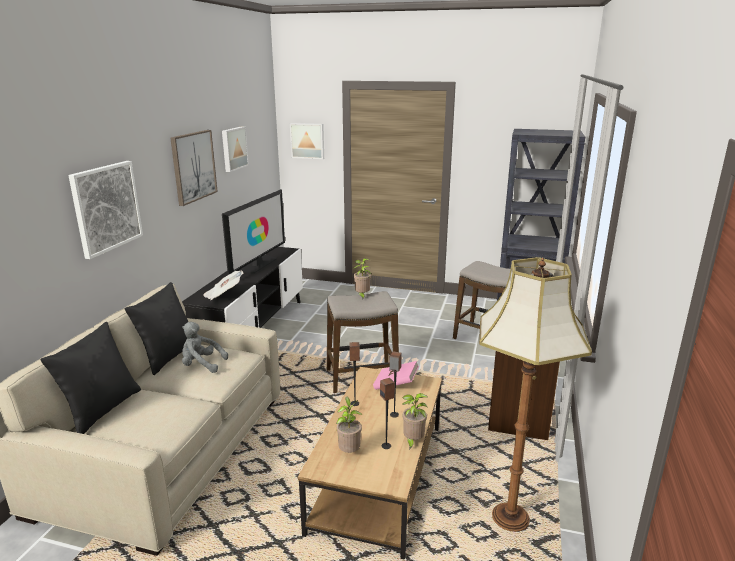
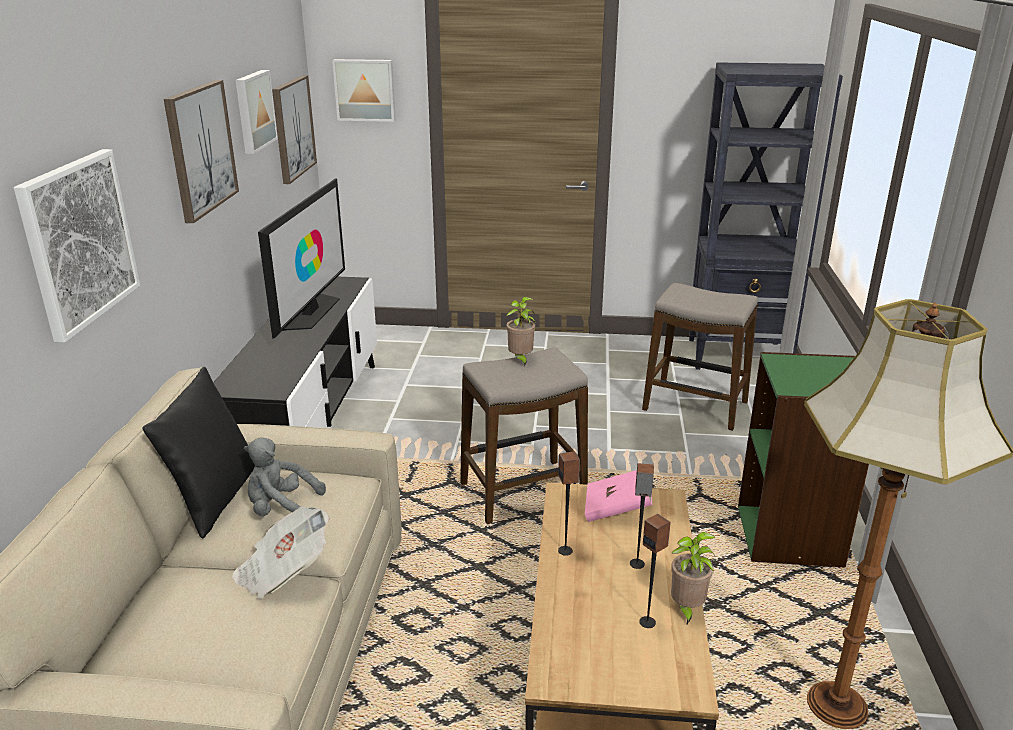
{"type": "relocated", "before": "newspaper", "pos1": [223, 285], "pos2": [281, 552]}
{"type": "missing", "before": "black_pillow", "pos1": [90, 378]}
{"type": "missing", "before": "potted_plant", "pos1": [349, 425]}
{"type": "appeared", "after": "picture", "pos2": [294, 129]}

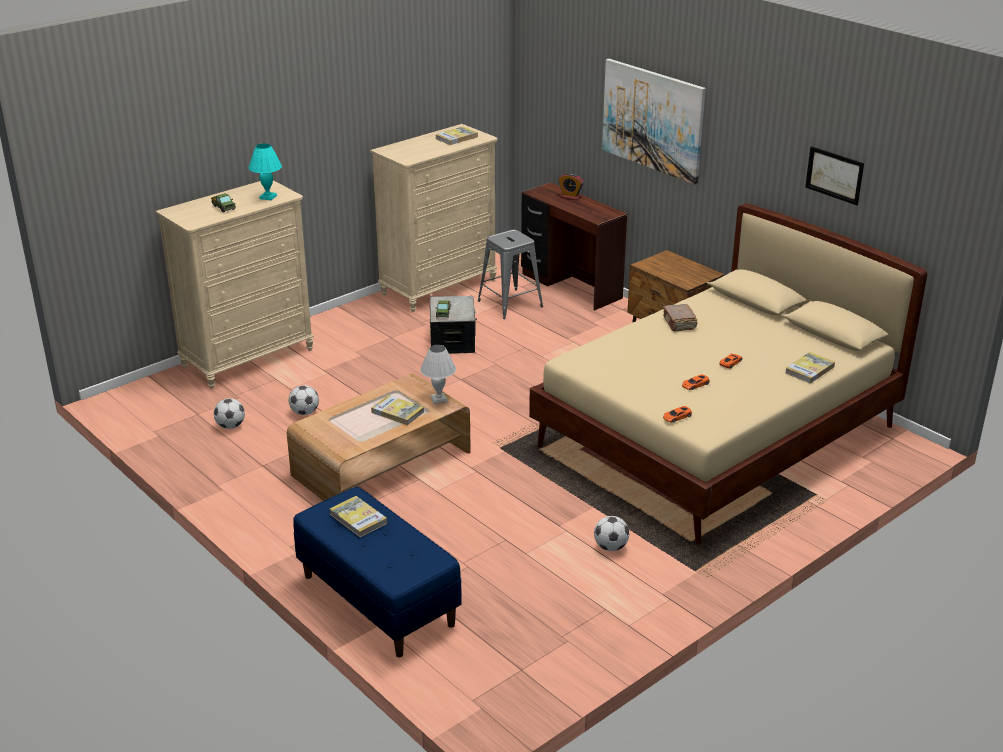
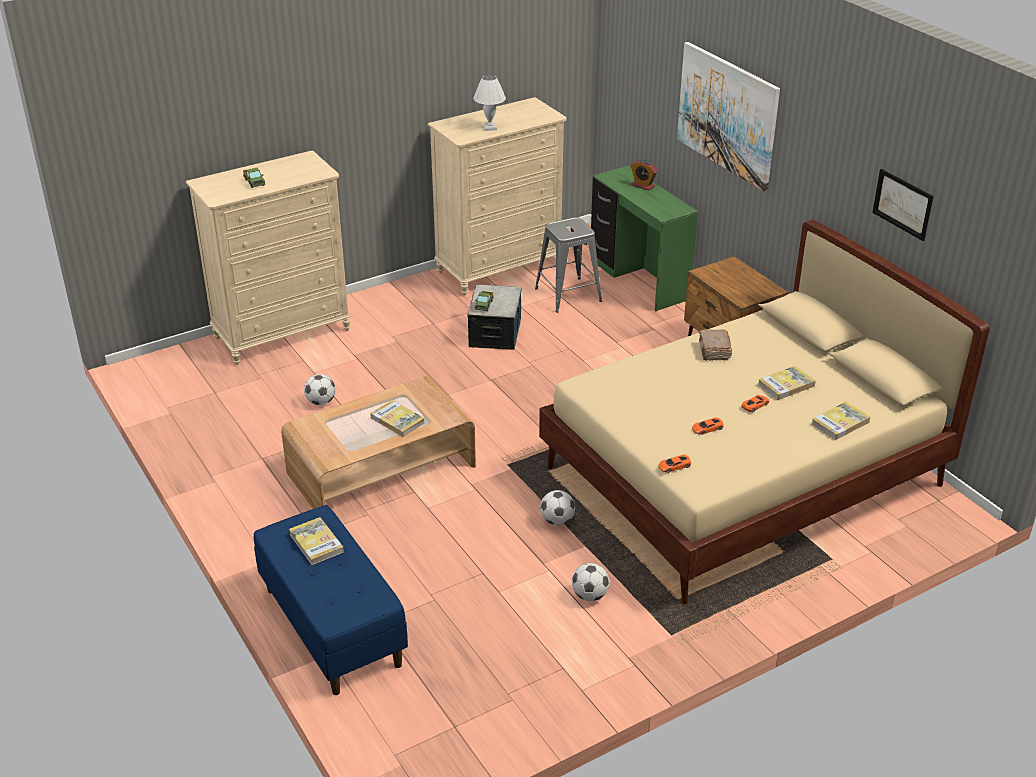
{"type": "relocated", "before": "book", "pos1": [456, 135], "pos2": [787, 383]}
{"type": "missing", "before": "turquoise_table_lamp", "pos1": [265, 172]}
{"type": "colour", "before": "brown_desk", "after": "green_desk", "pos1": [574, 246], "pos2": [644, 238]}
{"type": "relocated", "before": "white_table_lamp", "pos1": [438, 374], "pos2": [489, 103]}
{"type": "relocated", "before": "football", "pos1": [229, 413], "pos2": [557, 507]}

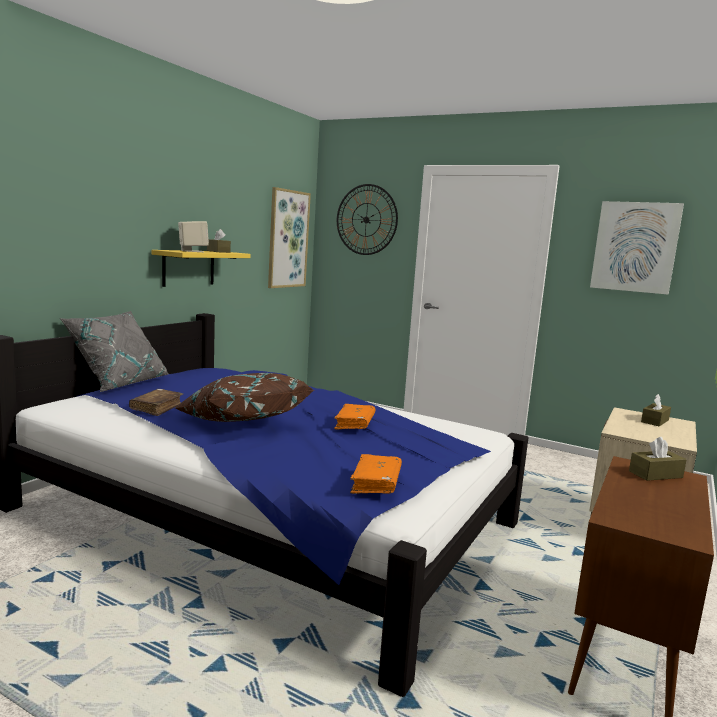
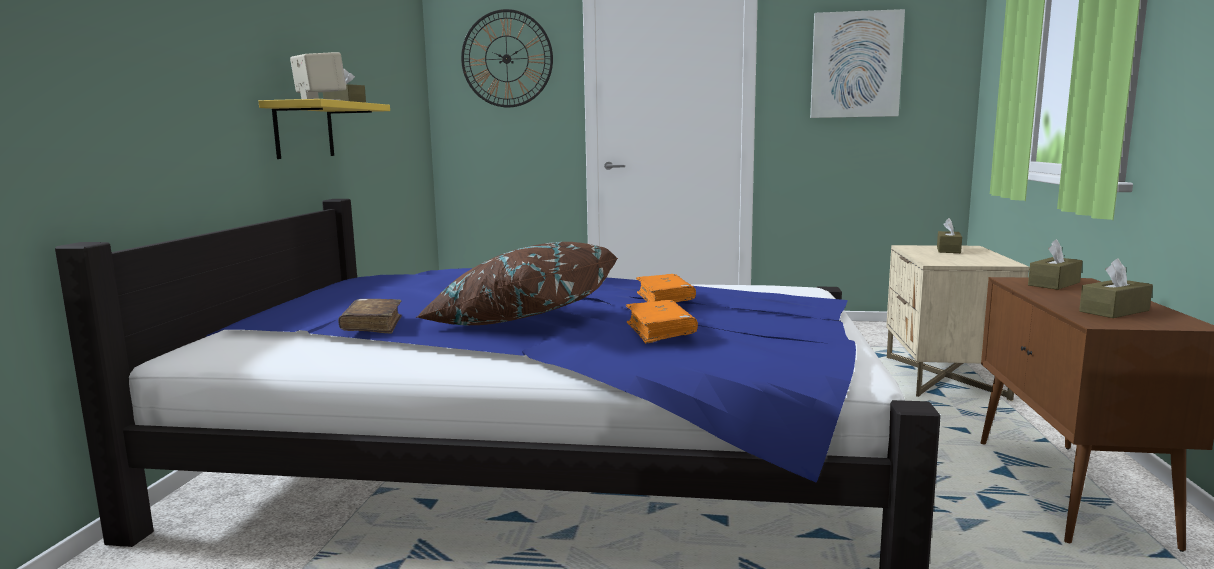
{"type": "missing", "before": "picture", "pos1": [289, 237]}
{"type": "missing", "before": "grey_pillow", "pos1": [114, 351]}
{"type": "relocated", "before": "orange_book", "pos1": [376, 474], "pos2": [662, 321]}
{"type": "appeared", "after": "brown_tissue_box", "pos2": [1116, 288]}

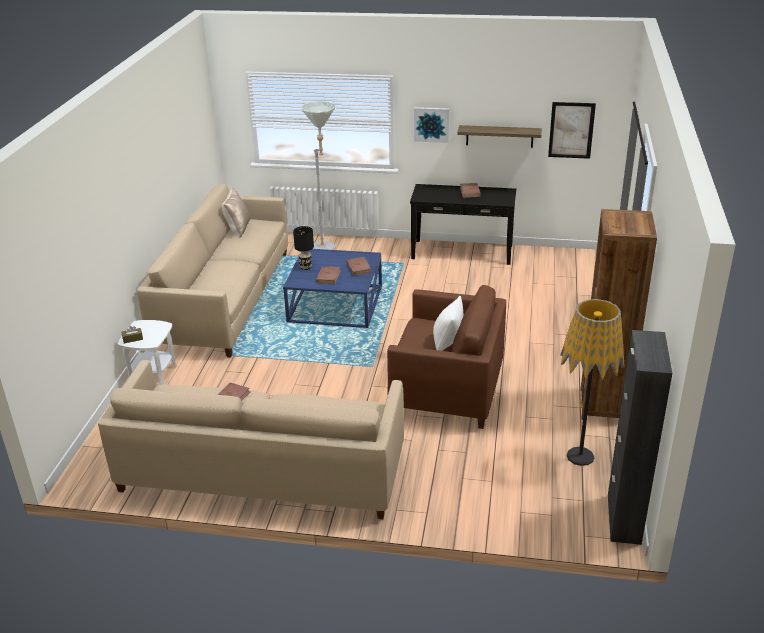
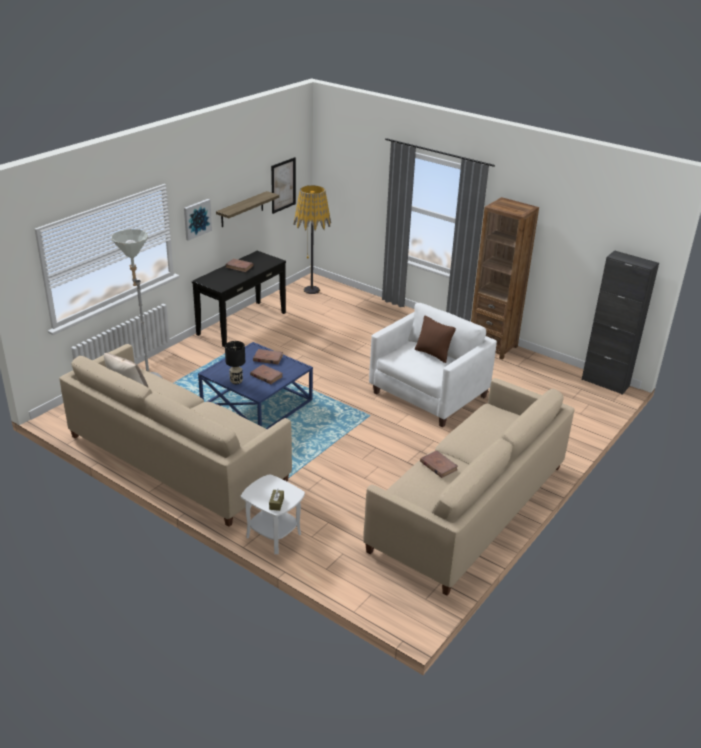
{"type": "colour", "before": "brown_armchair", "after": "white_armchair", "pos1": [446, 357], "pos2": [433, 365]}
{"type": "colour", "before": "white_pillow", "after": "brown_pillow", "pos1": [448, 323], "pos2": [435, 339]}
{"type": "relocated", "before": "floor_lamp", "pos1": [592, 382], "pos2": [312, 239]}

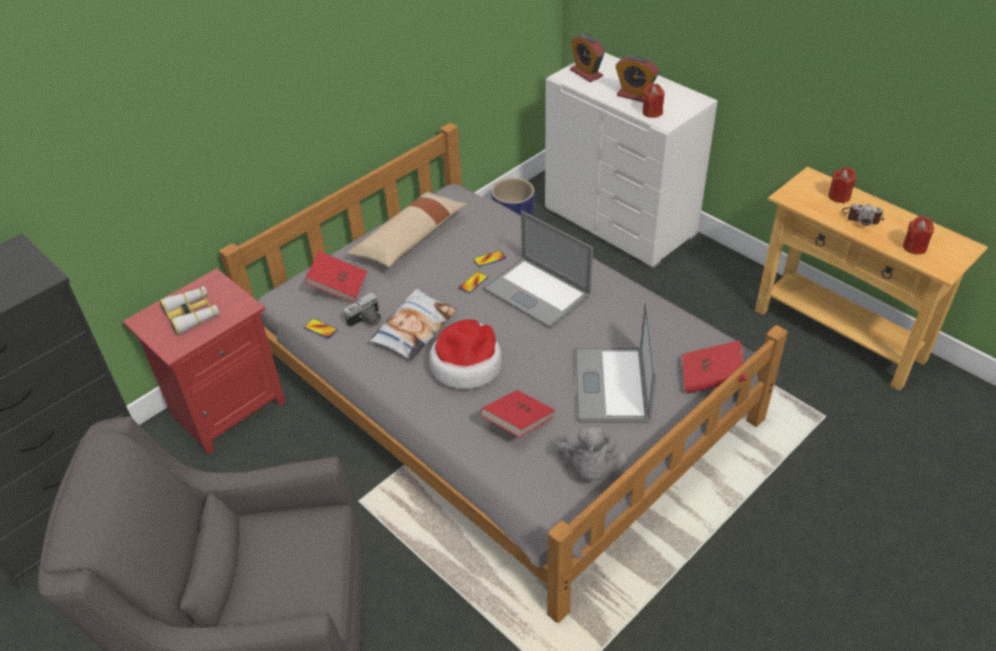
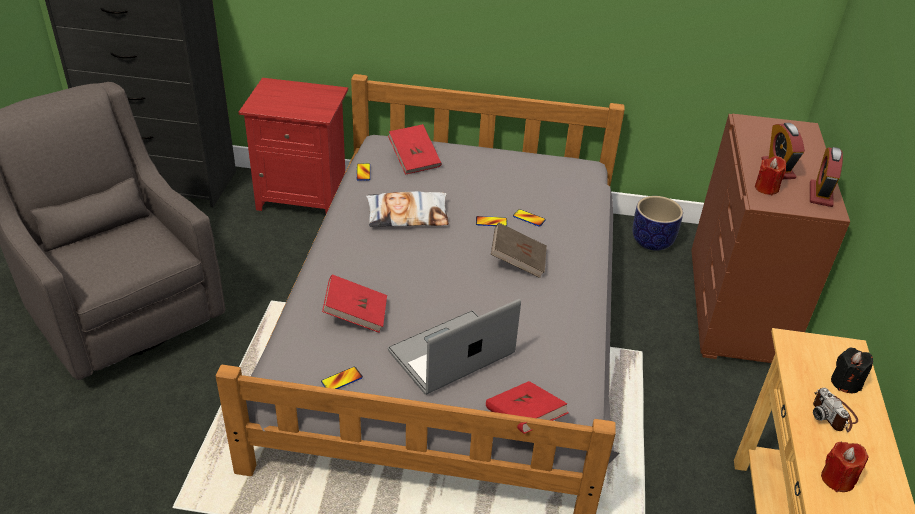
{"type": "relocated", "before": "alarm_clock", "pos1": [587, 58], "pos2": [826, 177]}
{"type": "colour", "before": "white_dresser", "after": "brown_dresser", "pos1": [631, 161], "pos2": [770, 238]}
{"type": "colour", "before": "red_candle", "after": "black_candle", "pos1": [842, 185], "pos2": [852, 370]}
{"type": "missing", "before": "beige_pillow", "pos1": [407, 229]}
{"type": "exchanged", "before": "laptop", "after": "brown_book", "pos1": [538, 270], "pos2": [519, 250]}
{"type": "missing", "before": "binoculars", "pos1": [189, 310]}
{"type": "missing", "before": "photo_camera", "pos1": [362, 310]}
{"type": "missing", "before": "hat", "pos1": [465, 354]}
{"type": "exchanged", "before": "grey_plush_toy", "after": "phone", "pos1": [592, 452], "pos2": [342, 378]}

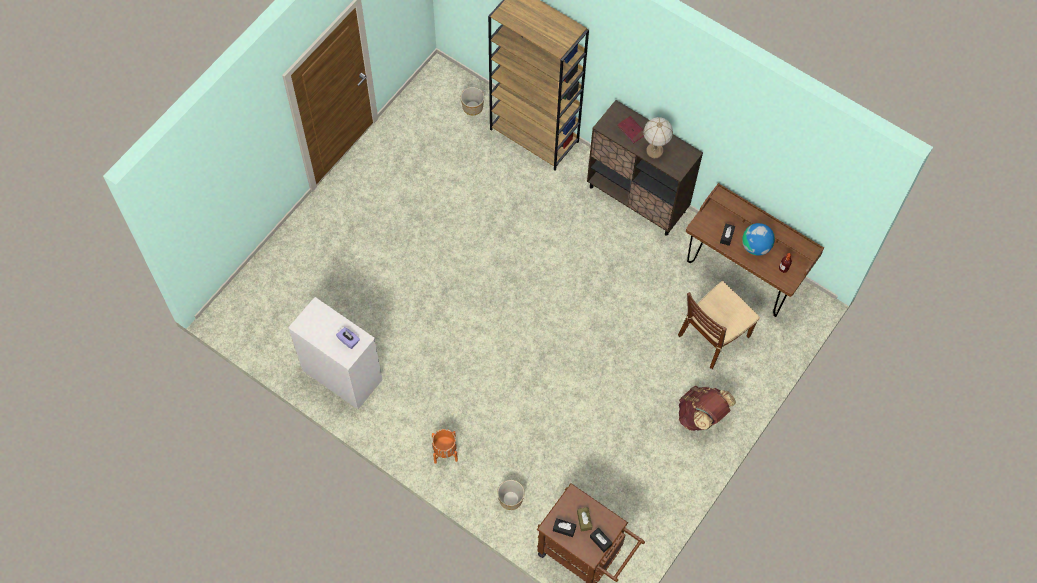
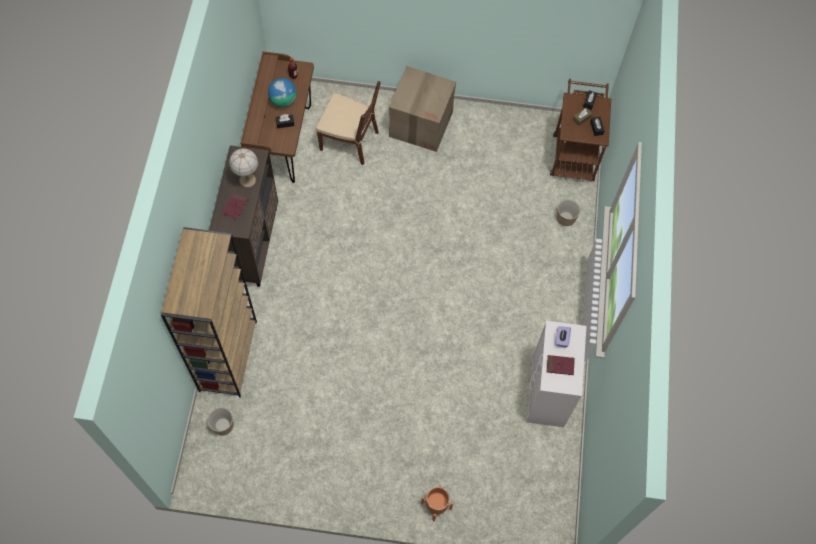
{"type": "exchanged", "before": "brown_backpack", "after": "cardboard_box", "pos1": [707, 408], "pos2": [422, 109]}
{"type": "relocated", "before": "orange_planter", "pos1": [445, 446], "pos2": [437, 503]}
{"type": "appeared", "after": "red_book", "pos2": [561, 365]}

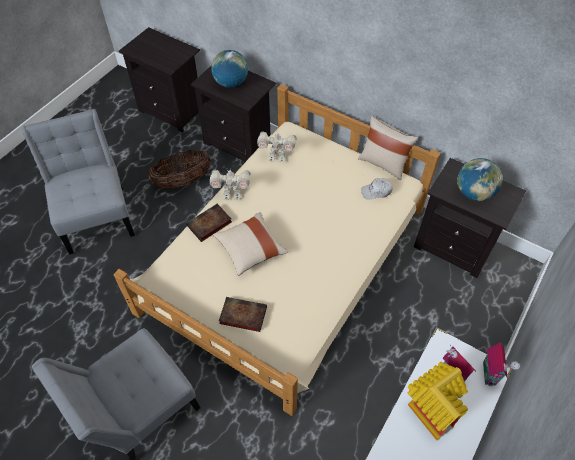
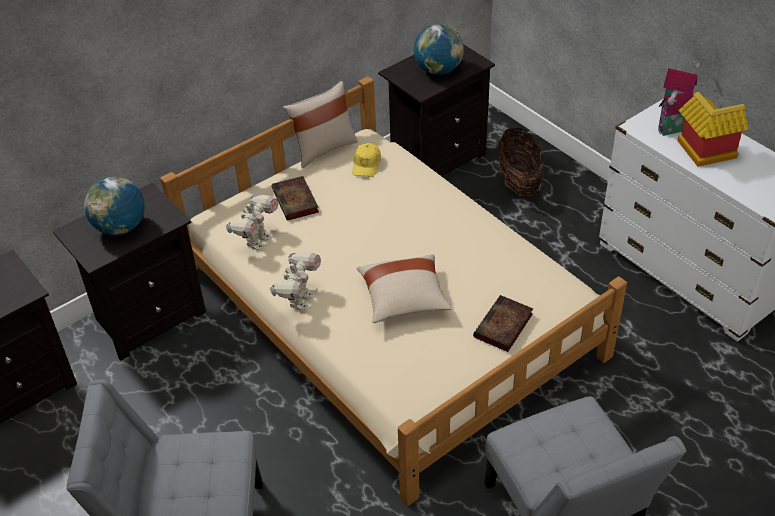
{"type": "relocated", "before": "basket", "pos1": [180, 169], "pos2": [521, 161]}
{"type": "colour", "before": "white_cap", "after": "yellow_cap", "pos1": [377, 189], "pos2": [366, 160]}
{"type": "relocated", "before": "book", "pos1": [209, 223], "pos2": [295, 198]}

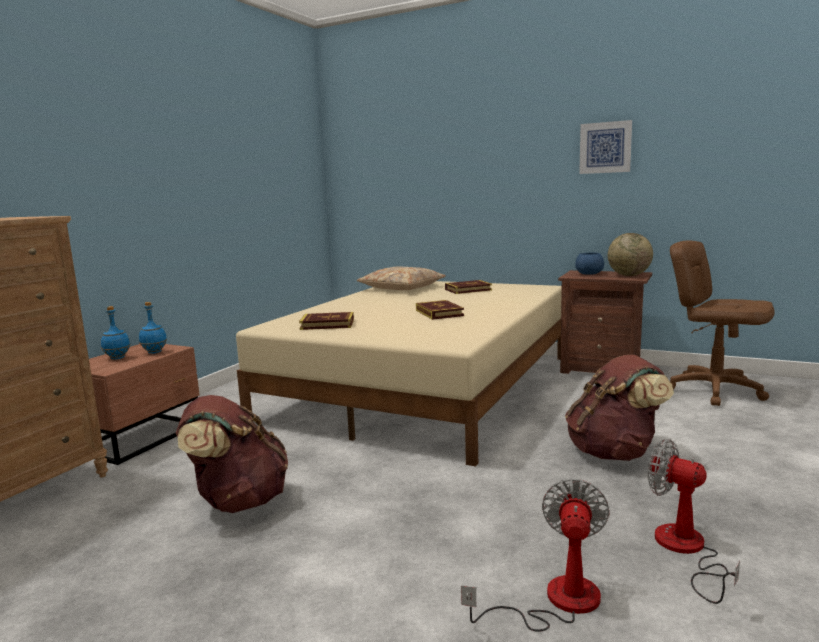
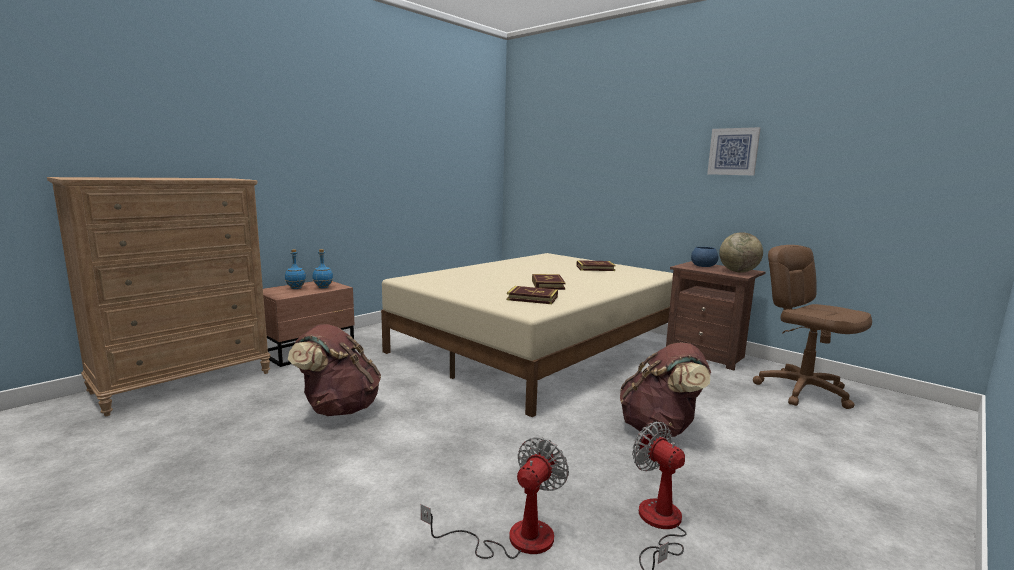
{"type": "missing", "before": "beige_pillow", "pos1": [401, 278]}
{"type": "relocated", "before": "book", "pos1": [326, 321], "pos2": [532, 295]}

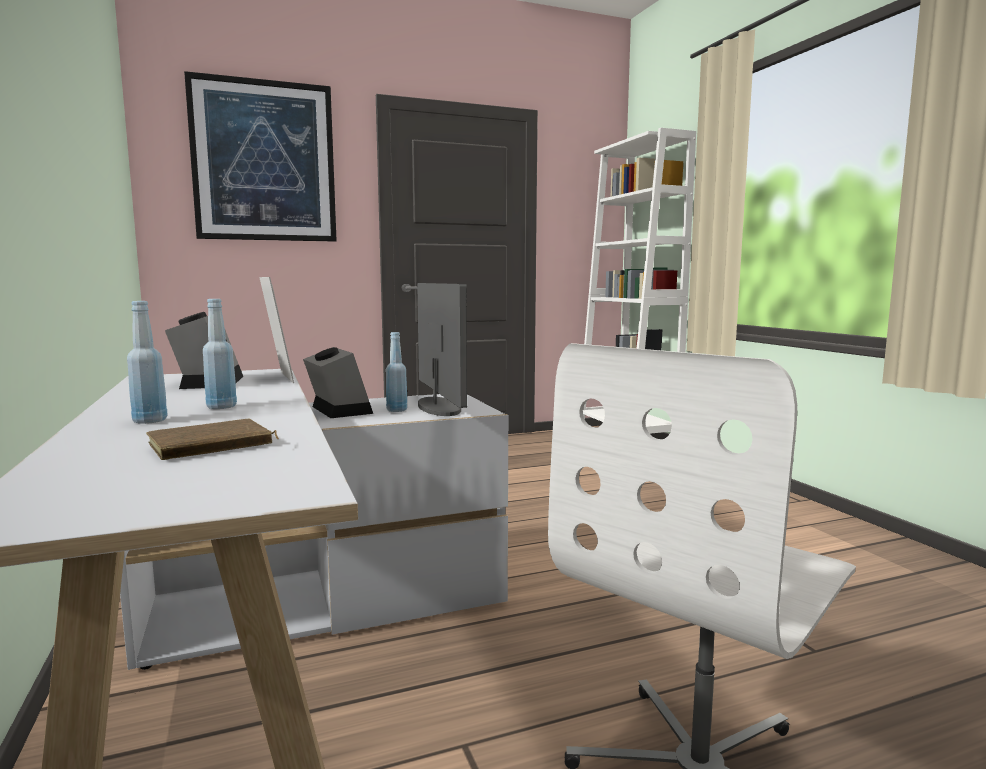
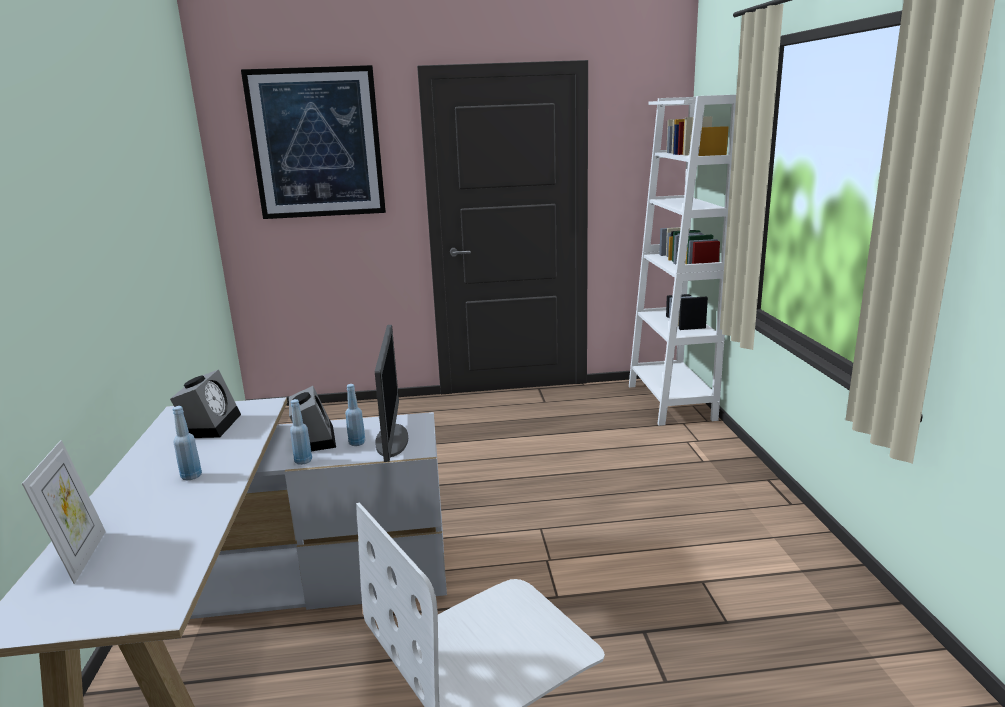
{"type": "relocated", "before": "picture_frame", "pos1": [276, 330], "pos2": [64, 512]}
{"type": "relocated", "before": "blue_bottle", "pos1": [147, 362], "pos2": [301, 432]}
{"type": "missing", "before": "brown_book", "pos1": [212, 439]}

